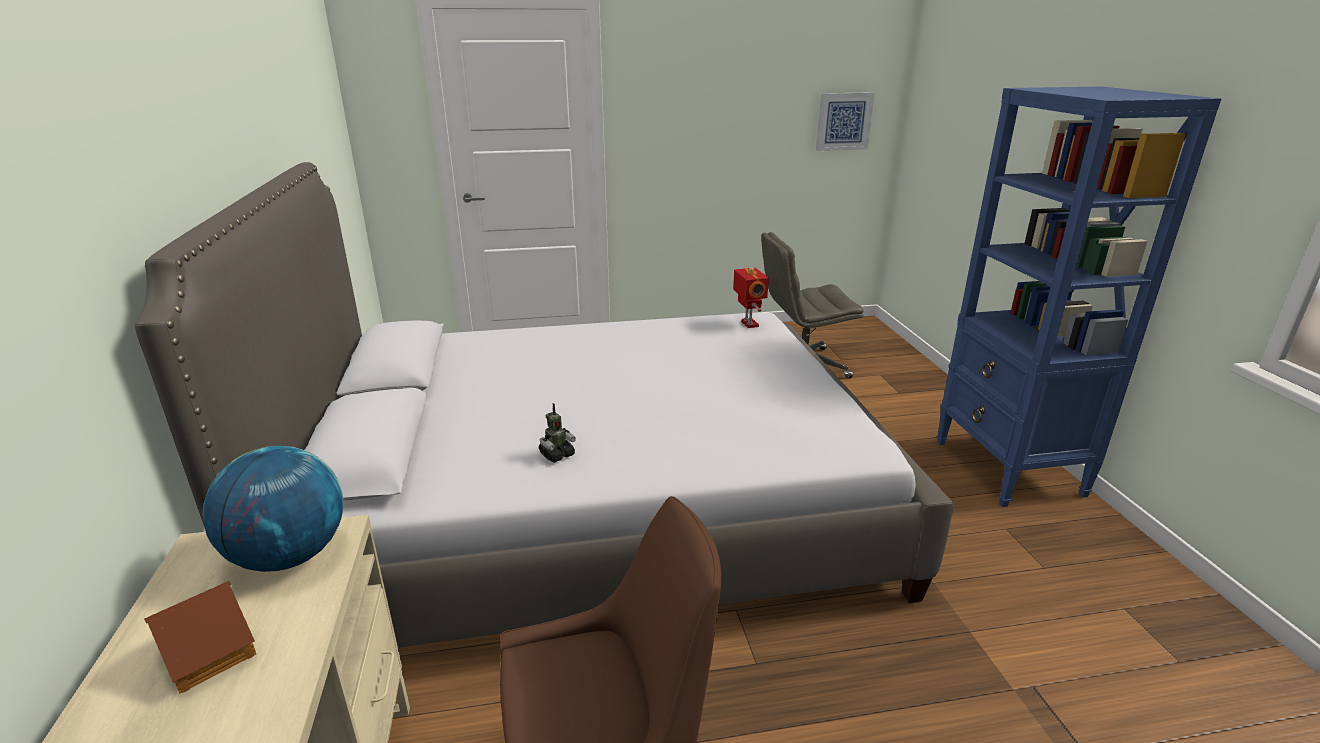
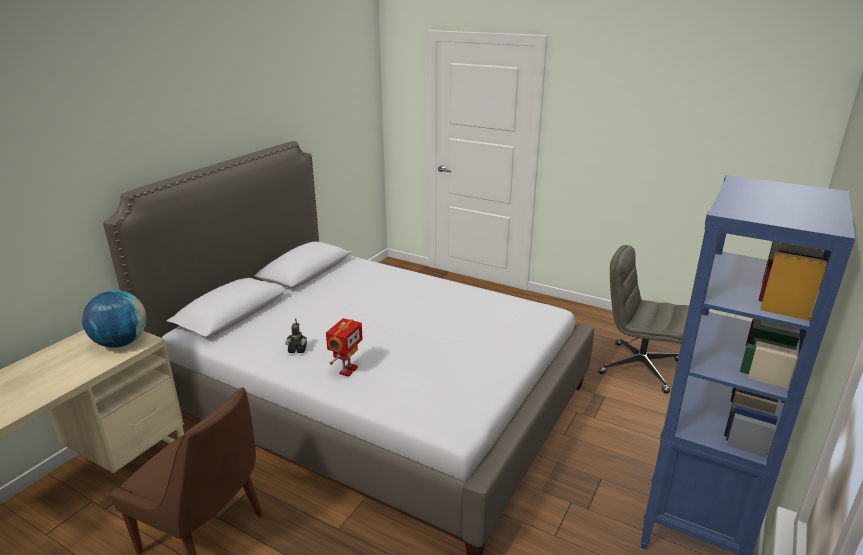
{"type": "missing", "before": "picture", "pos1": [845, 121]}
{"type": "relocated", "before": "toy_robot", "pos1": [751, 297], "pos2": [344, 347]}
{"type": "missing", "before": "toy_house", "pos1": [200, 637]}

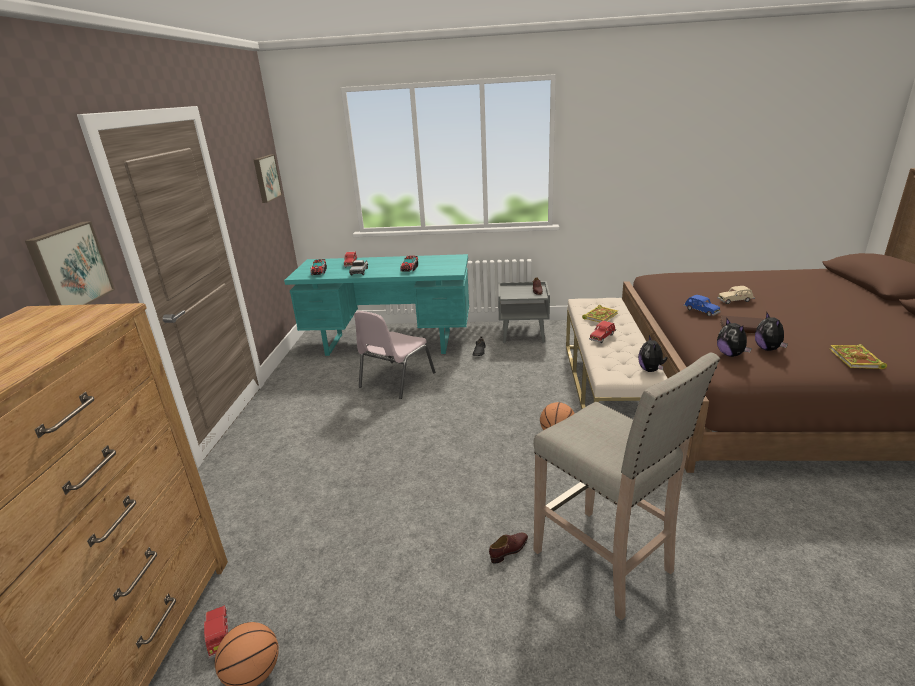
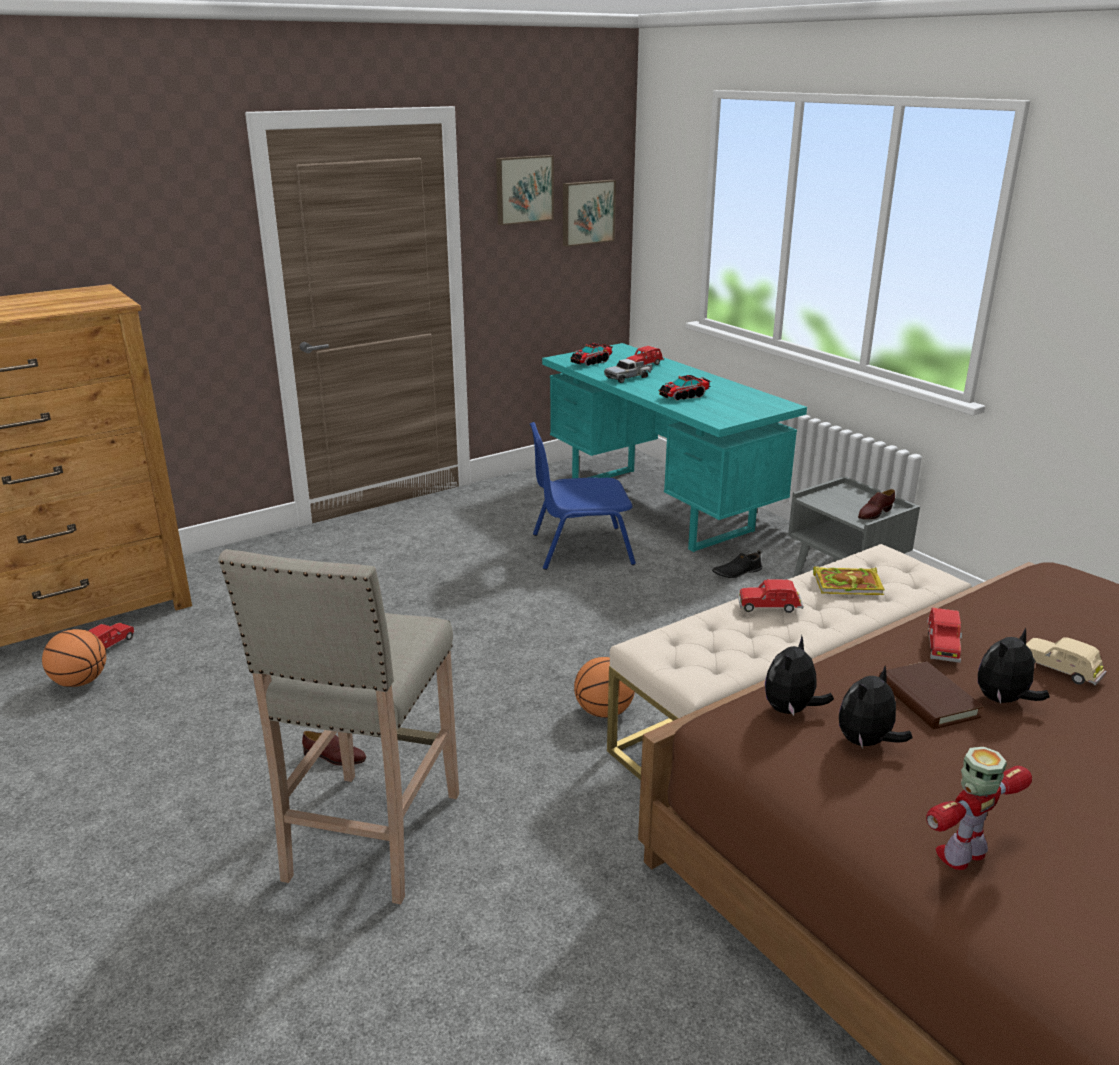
{"type": "relocated", "before": "picture", "pos1": [70, 263], "pos2": [525, 190]}
{"type": "colour", "before": "blue_toy_car", "after": "red_toy_car", "pos1": [702, 306], "pos2": [944, 635]}
{"type": "colour", "before": "pink_chair", "after": "blue_chair", "pos1": [394, 355], "pos2": [583, 496]}
{"type": "relocated", "before": "plush_toy", "pos1": [652, 353], "pos2": [1014, 665]}
{"type": "exchanged", "before": "book", "after": "toy_robot", "pos1": [858, 356], "pos2": [979, 808]}

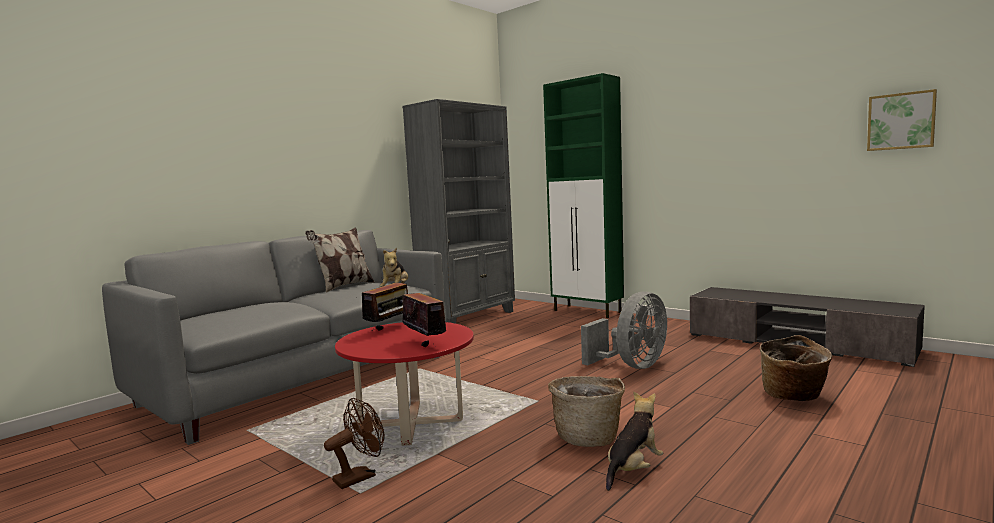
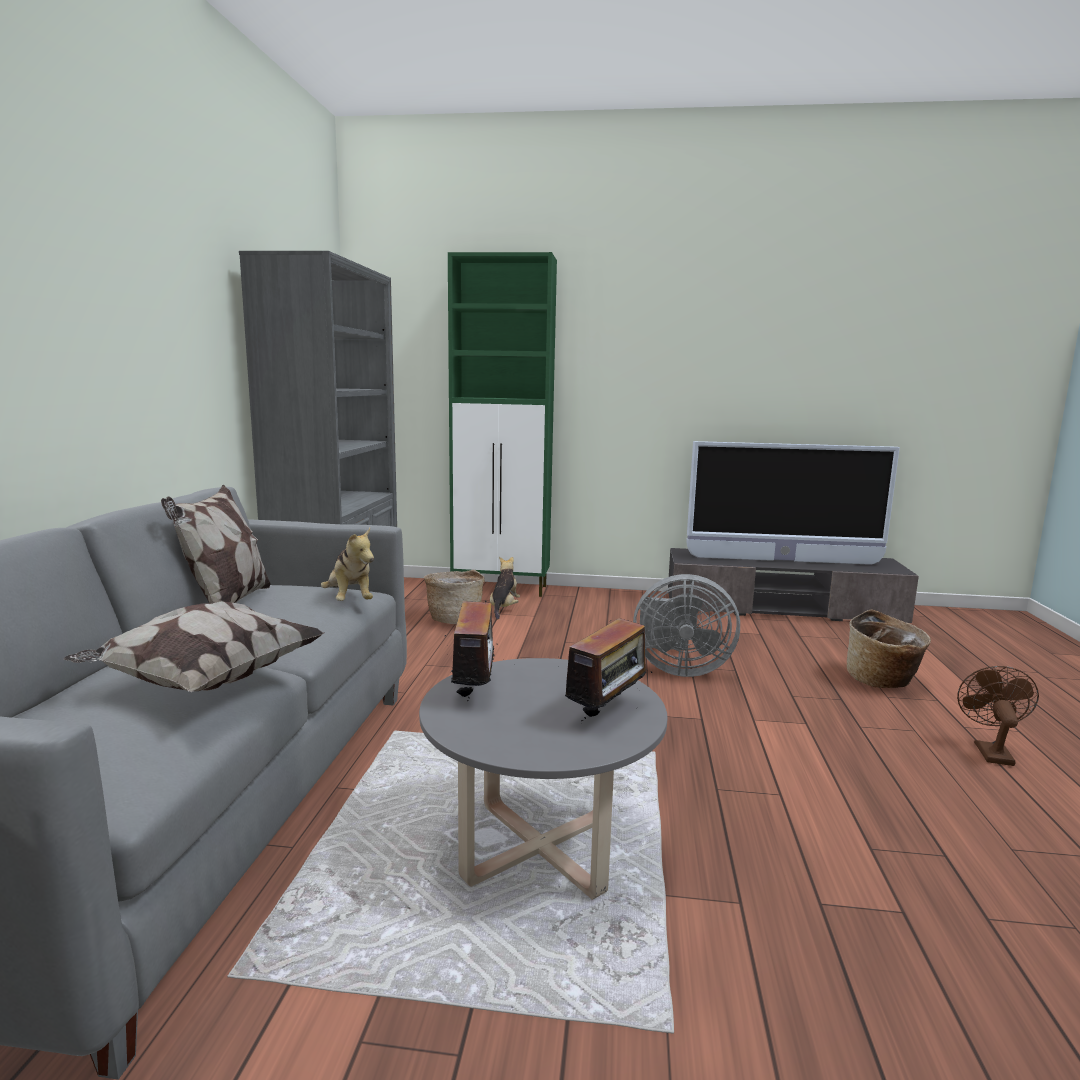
{"type": "missing", "before": "picture", "pos1": [902, 120]}
{"type": "spun", "before": "radio", "pos1": [423, 315], "pos2": [608, 667], "turn": 105}
{"type": "spun", "before": "grey_fan", "pos1": [624, 330], "pos2": [686, 625], "turn": 90}
{"type": "colour", "before": "red_coffee_table", "after": "grey_coffee_table", "pos1": [404, 384], "pos2": [543, 779]}
{"type": "relocated", "before": "basket", "pos1": [586, 411], "pos2": [454, 597]}
{"type": "relocated", "before": "plush_toy", "pos1": [635, 441], "pos2": [505, 588]}
{"type": "relocated", "before": "brown_fan", "pos1": [354, 443], "pos2": [998, 716]}
{"type": "appeared", "after": "television", "pos2": [793, 503]}
{"type": "appeared", "after": "pillow", "pos2": [193, 647]}

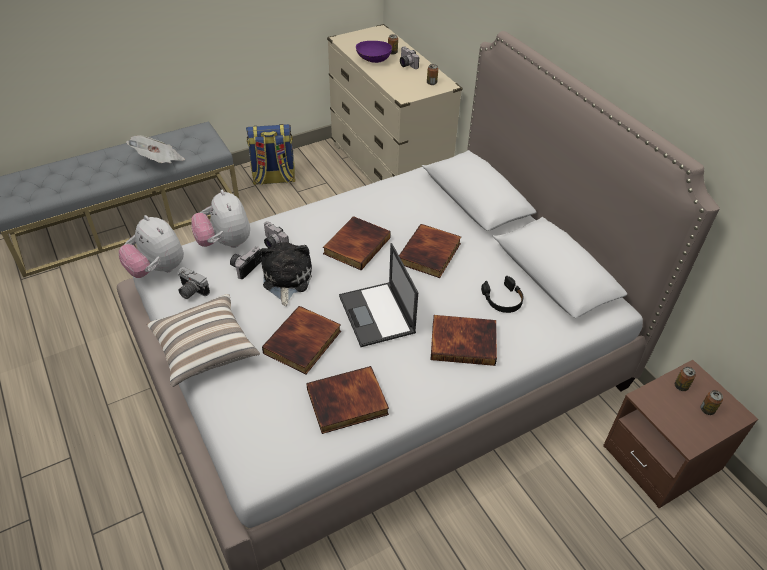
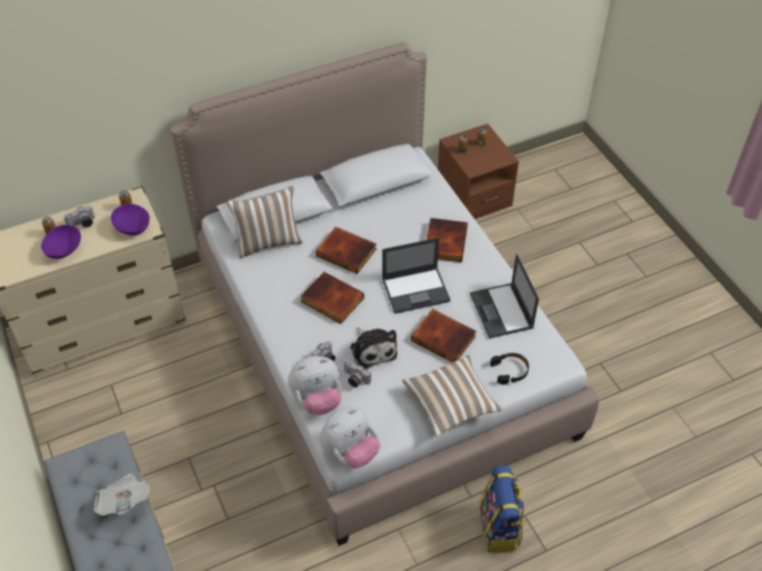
{"type": "relocated", "before": "backpack", "pos1": [271, 154], "pos2": [501, 509]}
{"type": "spun", "before": "plush_toy", "pos1": [286, 274], "pos2": [373, 349], "turn": -120}
{"type": "missing", "before": "photo_camera", "pos1": [194, 283]}
{"type": "relocated", "before": "black_headphones", "pos1": [502, 294], "pos2": [509, 369]}
{"type": "exchanged", "before": "book", "after": "laptop", "pos1": [347, 400], "pos2": [504, 296]}
{"type": "appeared", "after": "pillow", "pos2": [264, 222]}
{"type": "appeared", "after": "purple_bowl", "pos2": [130, 219]}

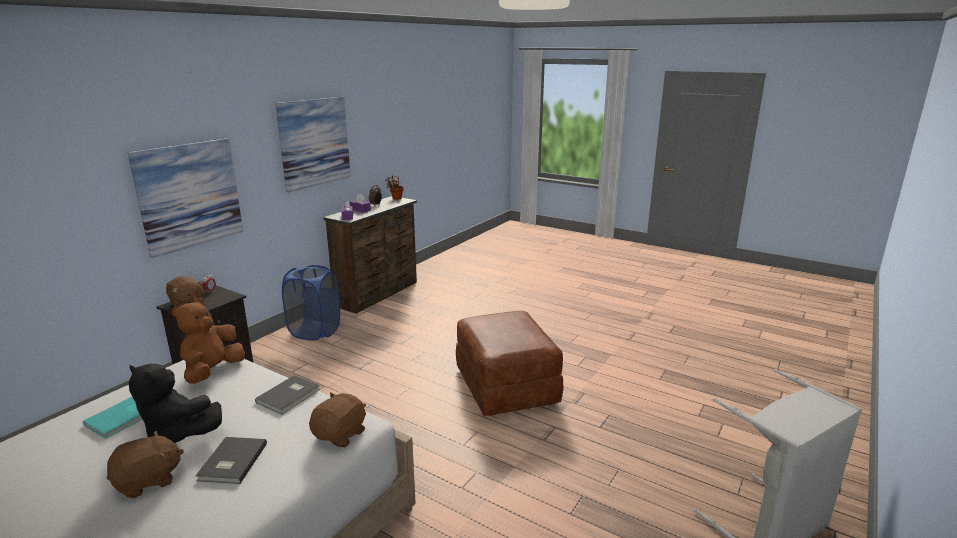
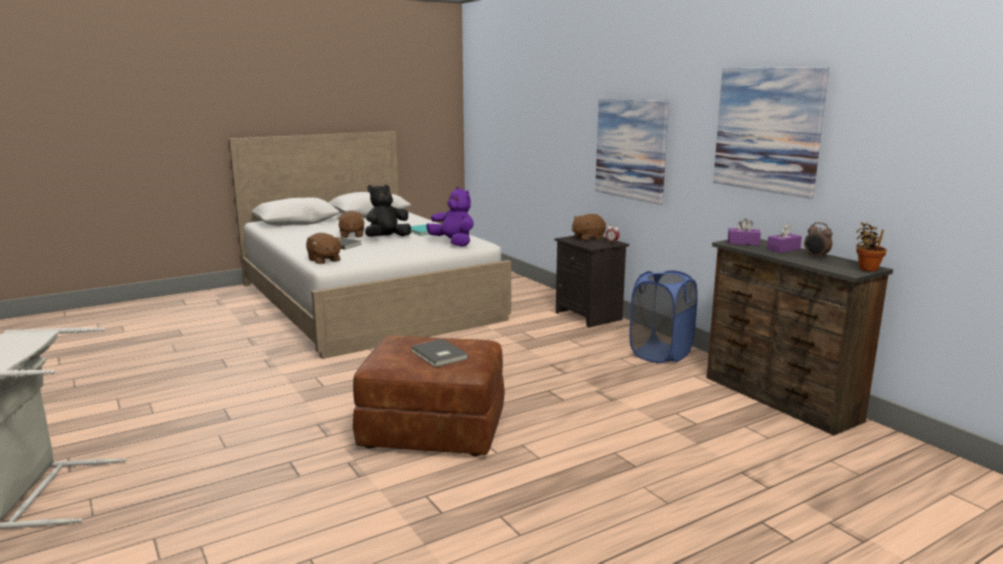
{"type": "colour", "before": "brown_plush_toy", "after": "purple_plush_toy", "pos1": [208, 341], "pos2": [450, 217]}
{"type": "relocated", "before": "grey_book", "pos1": [287, 394], "pos2": [440, 353]}

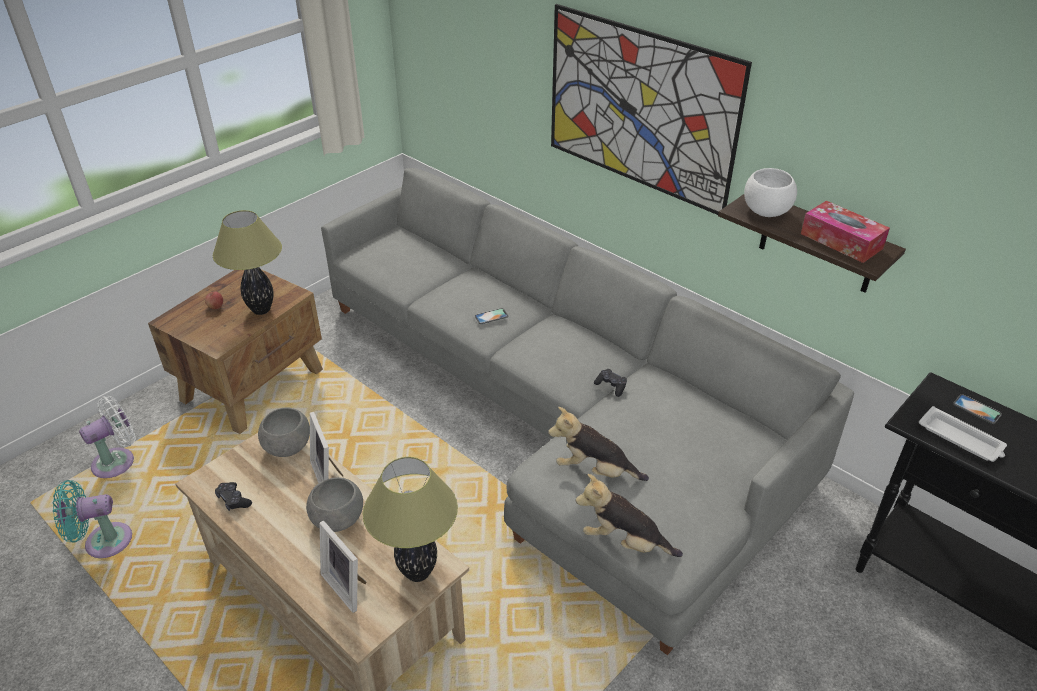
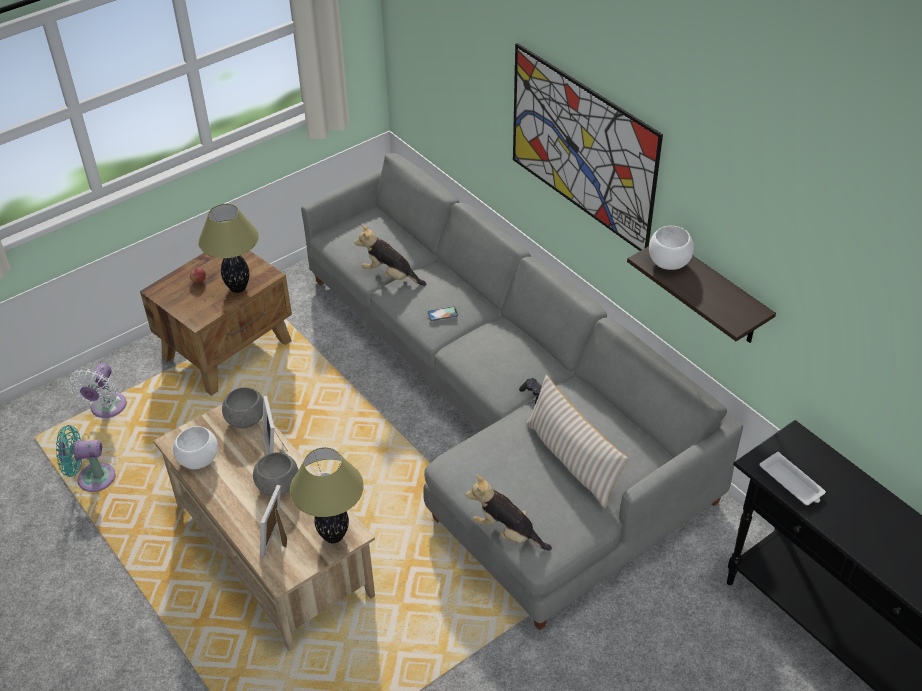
{"type": "missing", "before": "tissue_box", "pos1": [845, 232]}
{"type": "missing", "before": "phone", "pos1": [977, 409]}
{"type": "spun", "before": "white_fan", "pos1": [107, 437], "pos2": [98, 390], "turn": 135}
{"type": "relocated", "before": "plush_toy", "pos1": [598, 444], "pos2": [390, 255]}
{"type": "exchanged", "before": "black_game_controller", "after": "white_bowl", "pos1": [233, 496], "pos2": [195, 447]}
{"type": "spun", "before": "picture_frame", "pos1": [343, 567], "pos2": [273, 521], "turn": 45}
{"type": "appeared", "after": "beige_pillow", "pos2": [577, 442]}

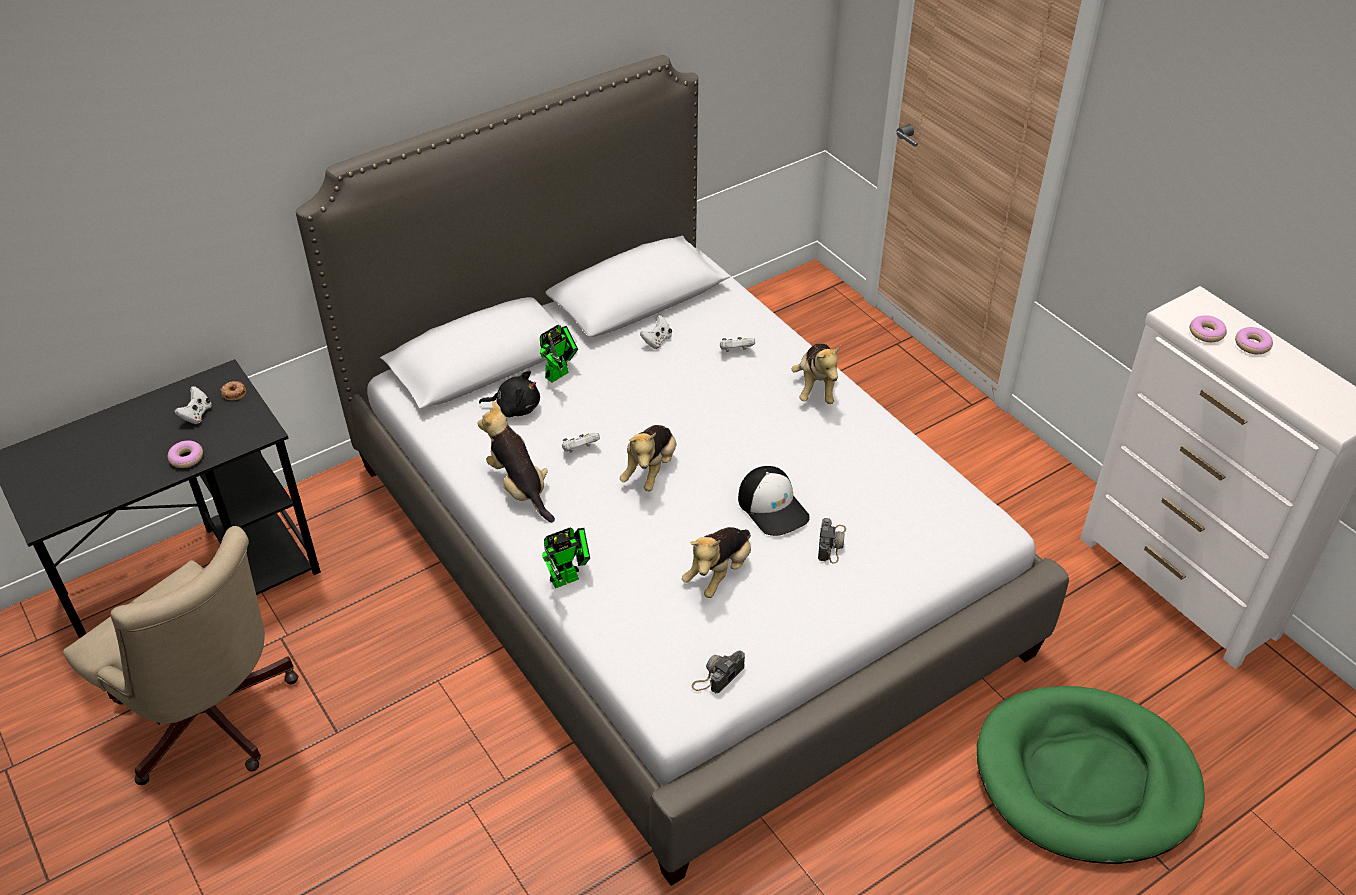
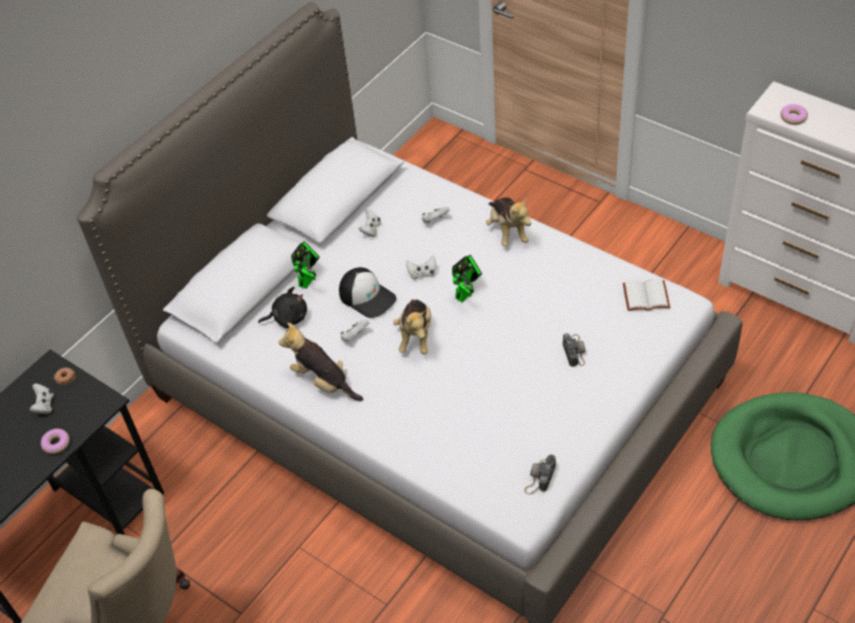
{"type": "missing", "before": "donut", "pos1": [1254, 340]}
{"type": "relocated", "before": "cap", "pos1": [774, 501], "pos2": [367, 292]}
{"type": "missing", "before": "plush_toy", "pos1": [716, 562]}
{"type": "relocated", "before": "toy_robot", "pos1": [566, 558], "pos2": [467, 278]}
{"type": "appeared", "after": "white_game_controller", "pos2": [421, 267]}
{"type": "appeared", "after": "white_book", "pos2": [646, 295]}

